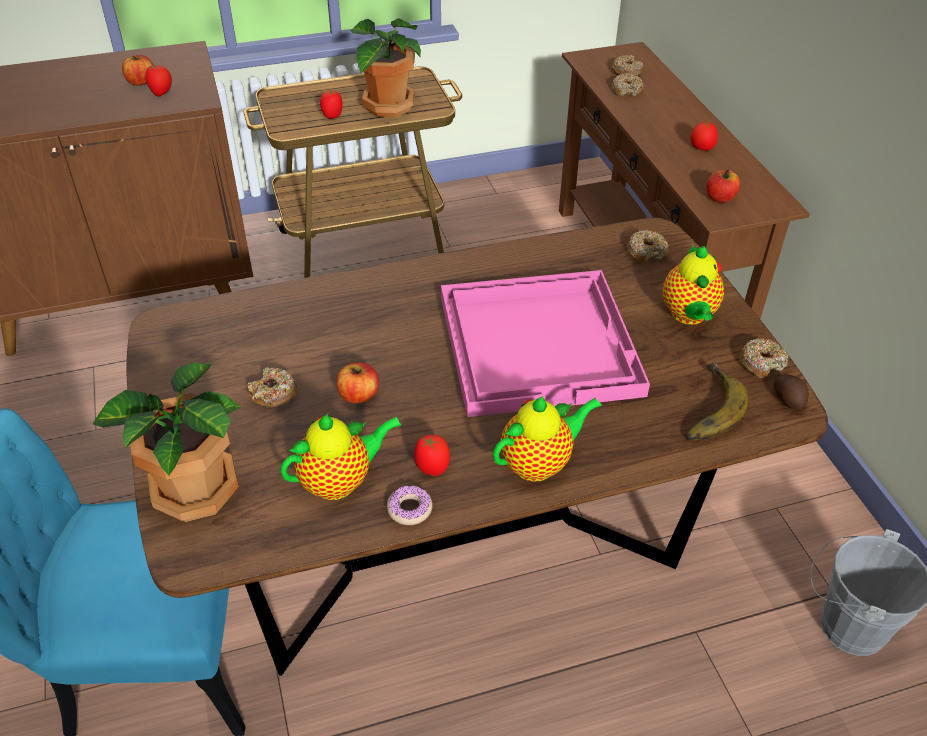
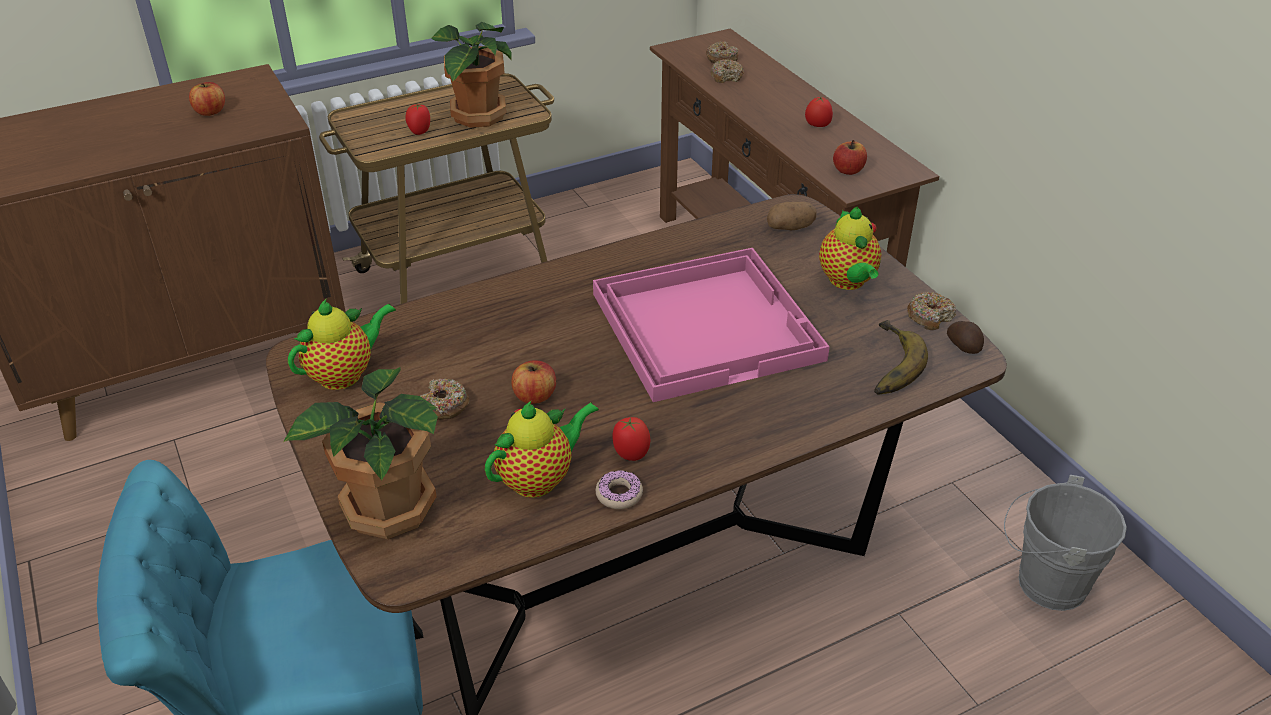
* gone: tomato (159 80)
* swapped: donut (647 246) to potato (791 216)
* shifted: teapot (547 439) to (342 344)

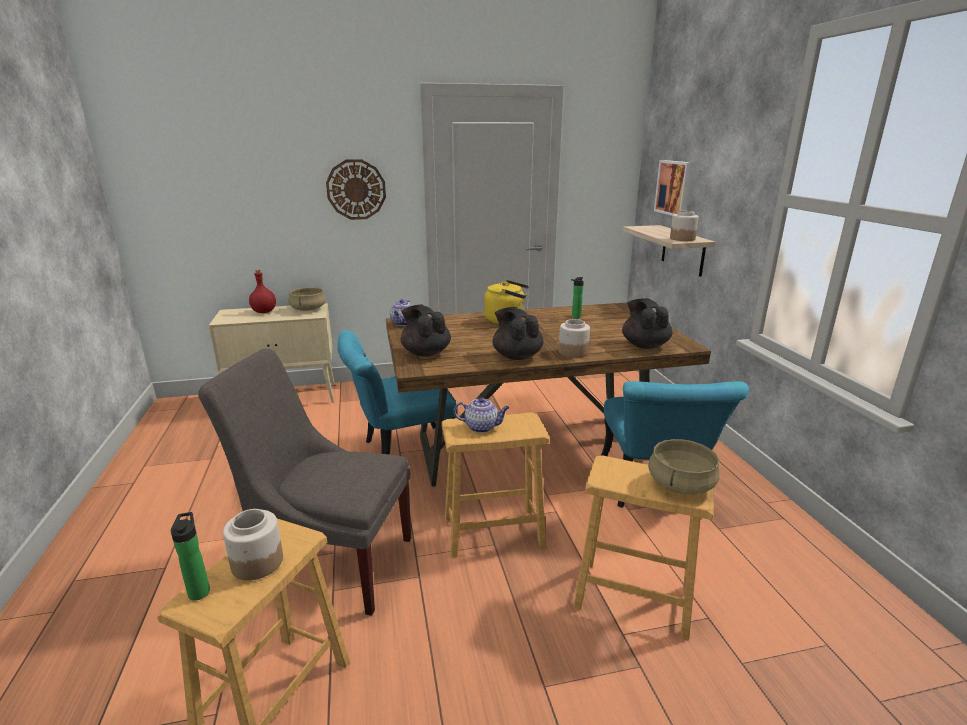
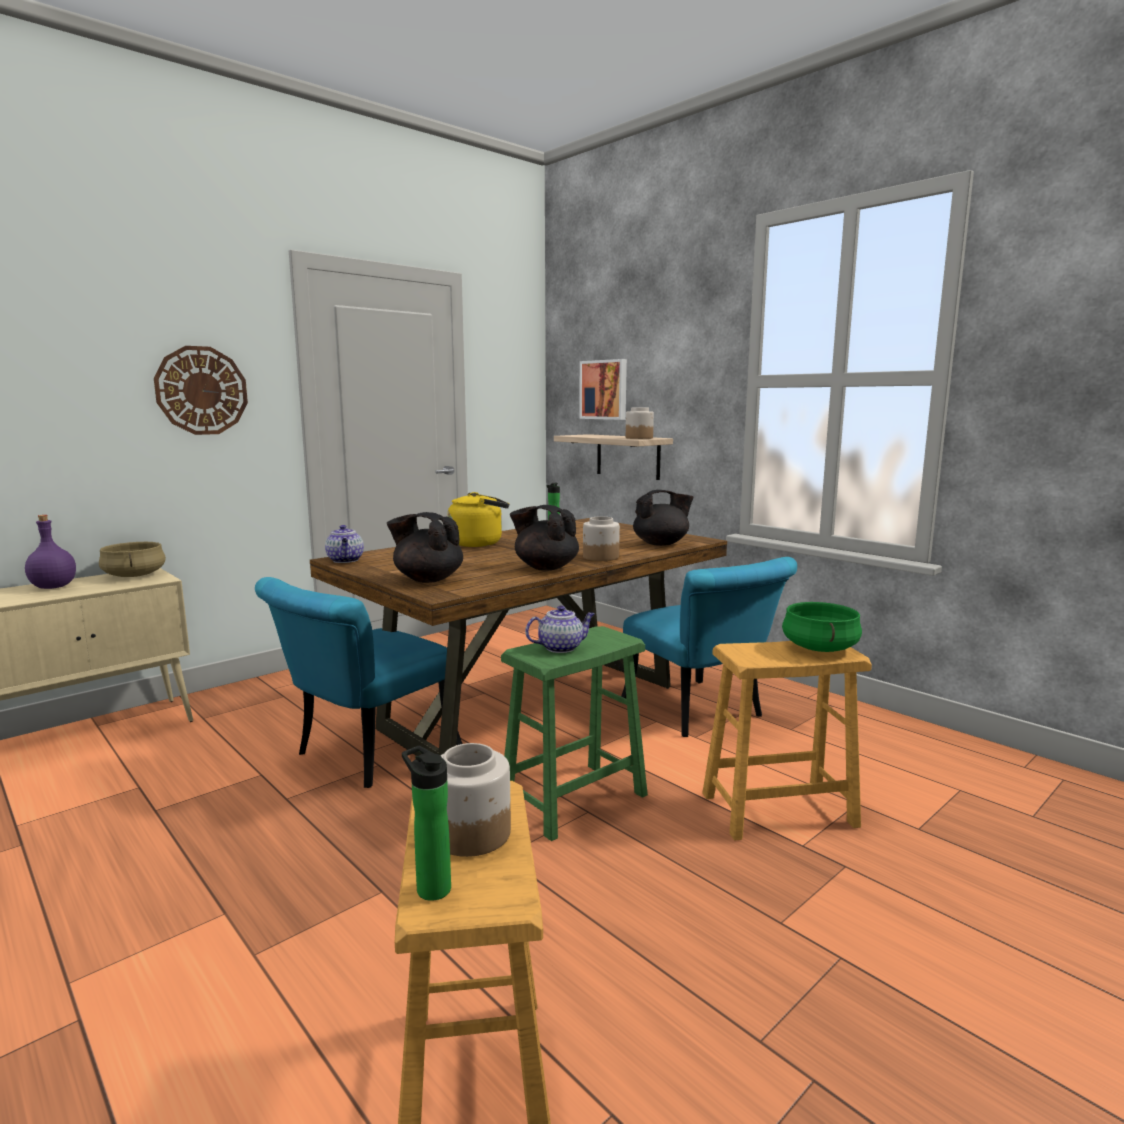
* repainted: red bottle (262 291) to purple bottle (50 552)
* rotated: black teapot (647 323) = (663 518) 120 degrees clockwise
* gone: grey chair (304 482)
* repainted: brown stool (495 484) to green stool (574 733)
* repainted: beige cooking pot (684 466) to green cooking pot (822 627)

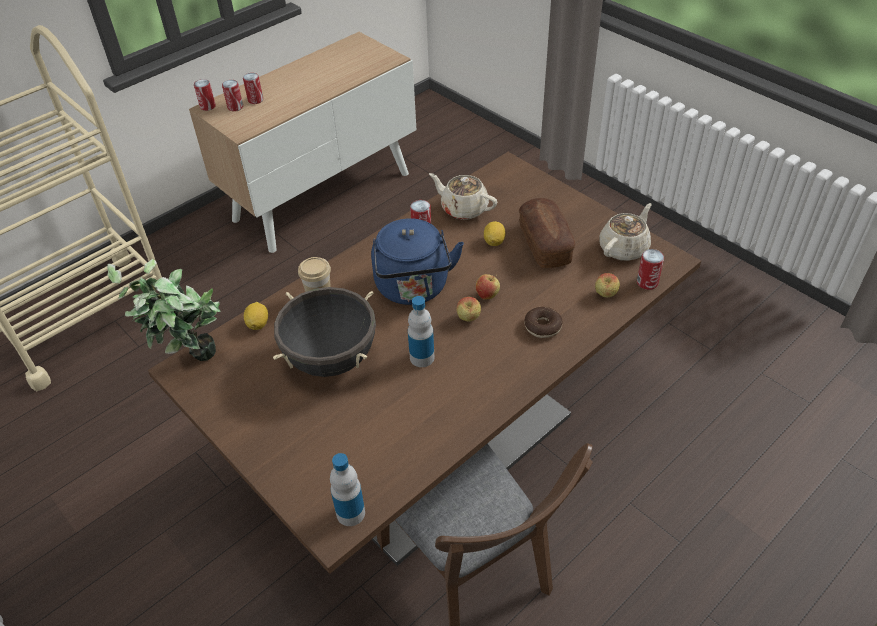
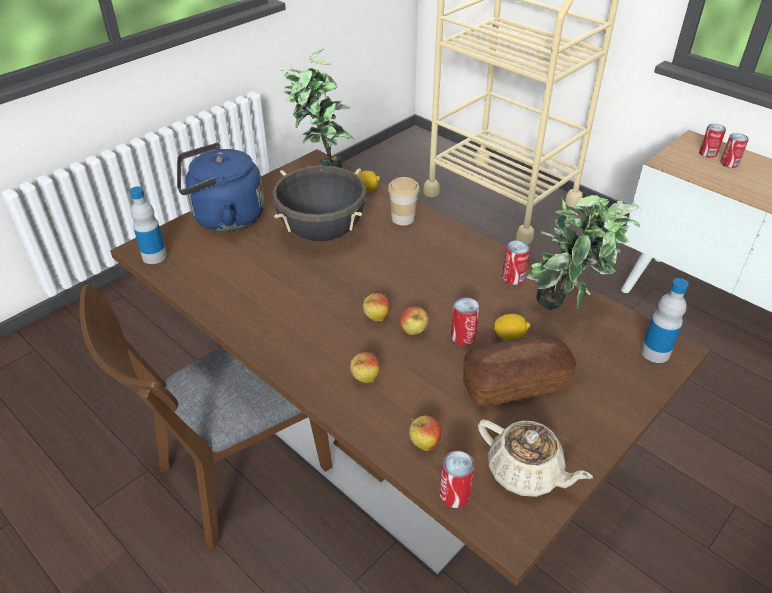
* shifted: can (205 95) to (465 321)
* swapped: beige teapot (463 196) to potted plant (583 252)
* shifted: blue kettle (417 261) to (220 187)
* shifted: bottle (421 331) to (665 320)
* swapped: donut (543 322) to apple (365 367)

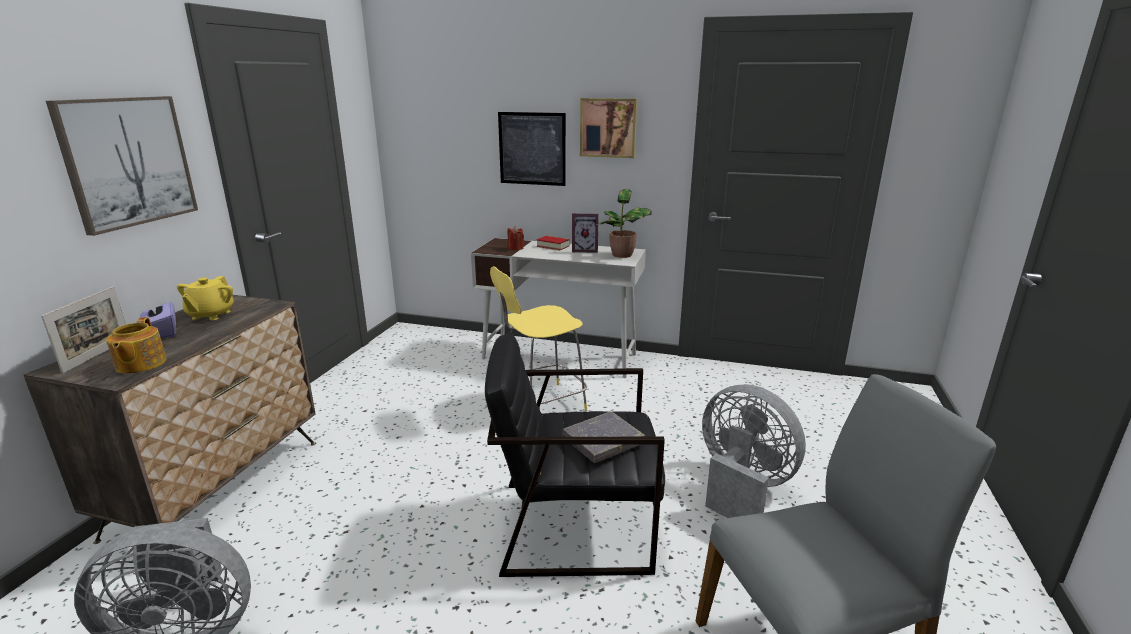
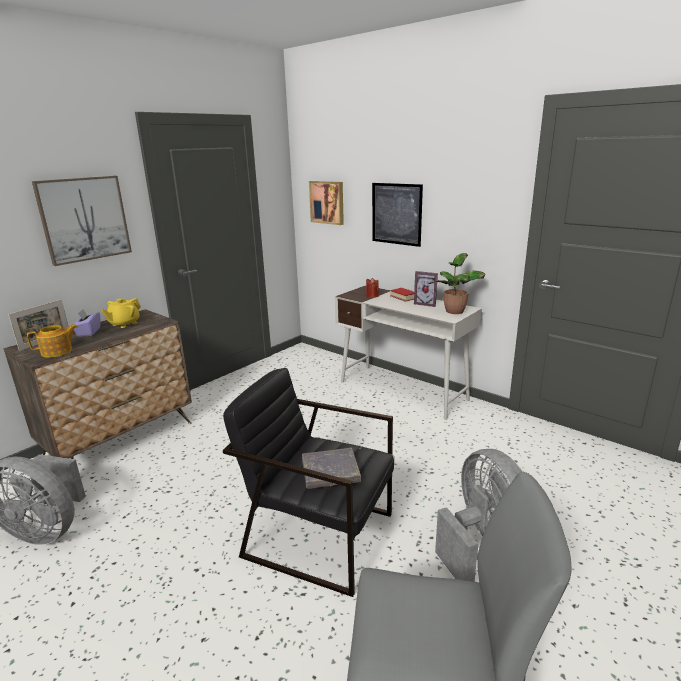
* shifted: picture (608 128) to (326 203)
* gone: yellow stool (538 338)
* rotated: teapot (136 345) = (52 341) 135 degrees counterclockwise

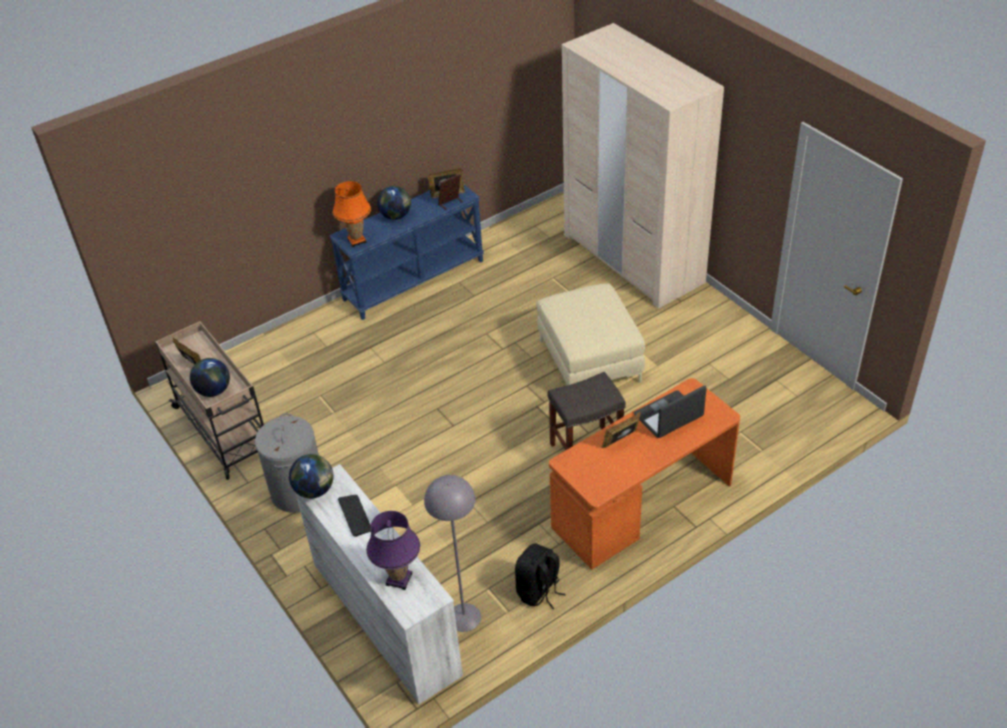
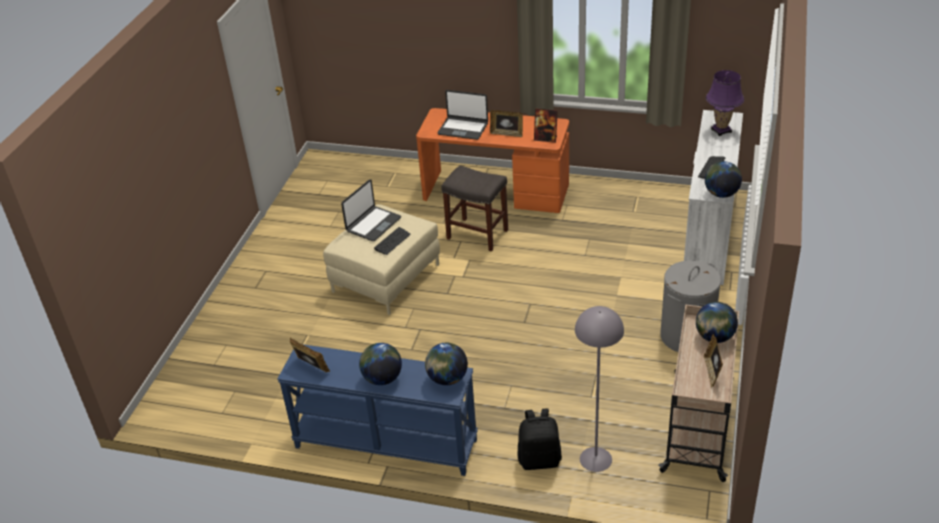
* gone: beige wardrobe (643 165)
* shifted: picture frame (450 192) to (546 125)
* swapped: orange table lamp (352 214) to globe (446 364)
* shifted: grey floor lamp (452 553) to (599 389)
* shifted: black backpack (540 576) to (540 439)
* new: laptop (371 210)
* new: keyboard (392 241)

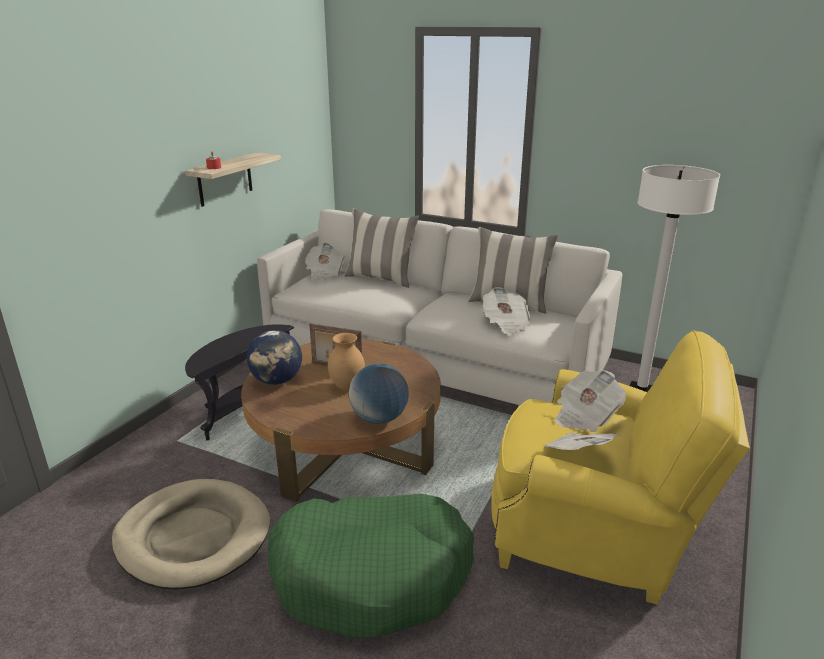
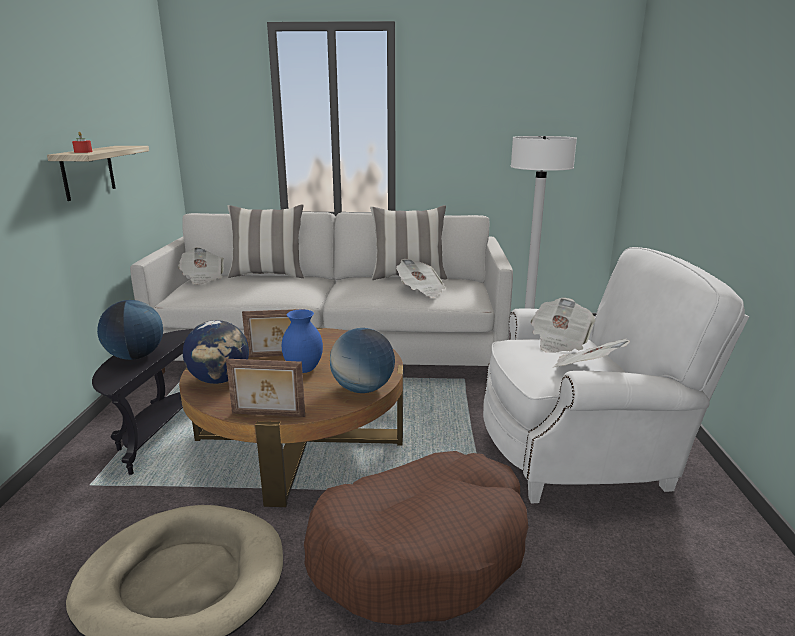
* repainted: yellow armchair (621 467) to white armchair (616 375)
* repainted: brown vase (346 361) to blue vase (302 341)
* repainted: green dog bed (371 566) to brown dog bed (416 538)
* new: globe (130 330)
* new: picture frame (265 388)

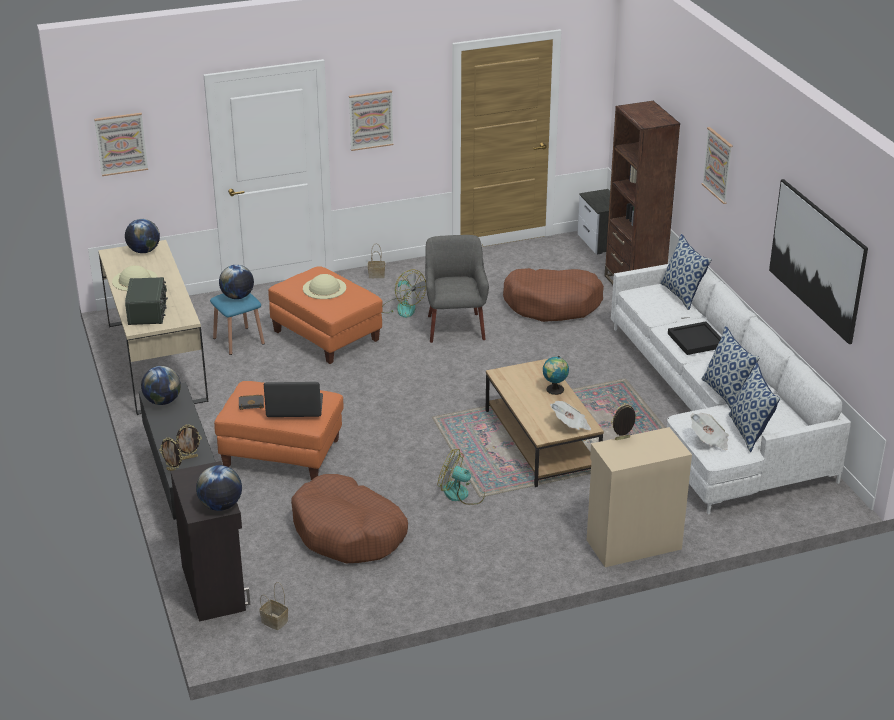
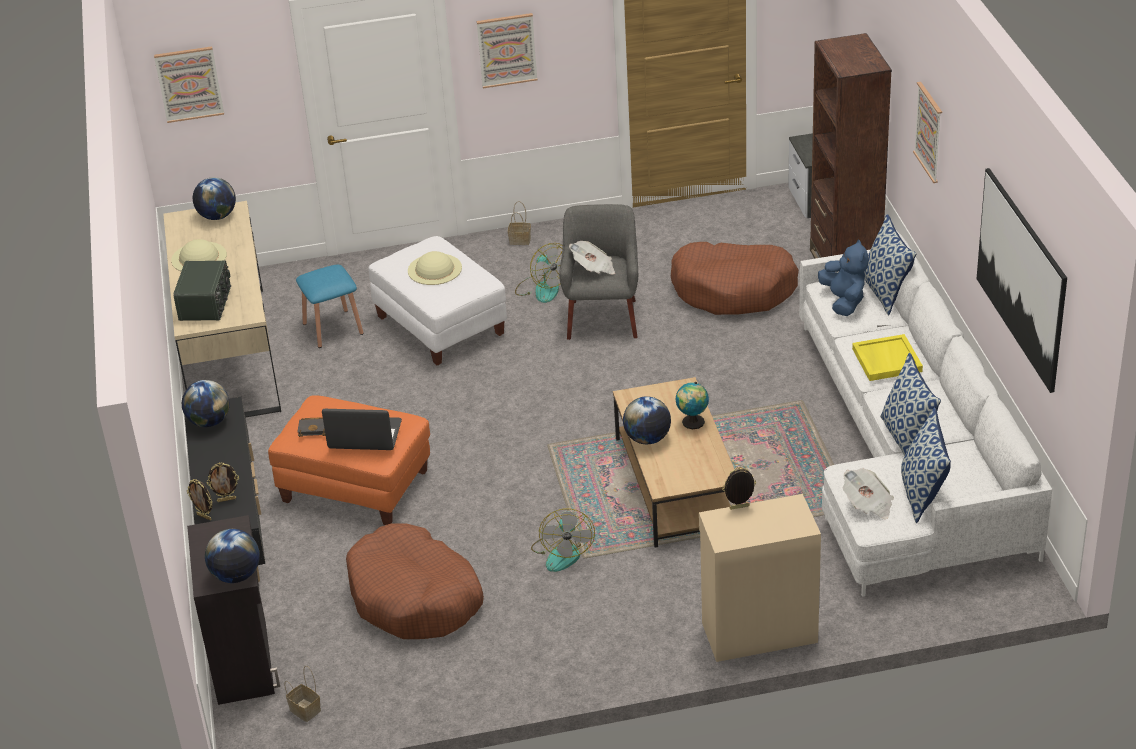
* shifted: globe (236 282) to (647 420)
* repainted: orange ottoman (325 315) to white ottoman (437 300)
* repainted: black tray (694 338) to yellow tray (887 357)
* shifted: newspaper (571 415) to (592 257)
* rotated: fan (461 477) = (563 540) 120 degrees counterclockwise
* new: blue plush toy (843 277)

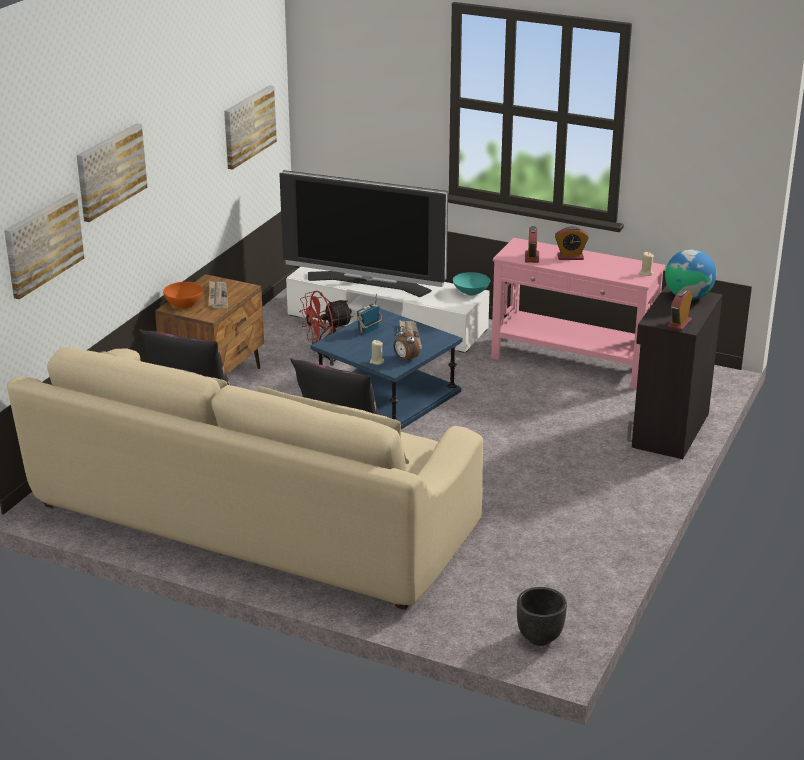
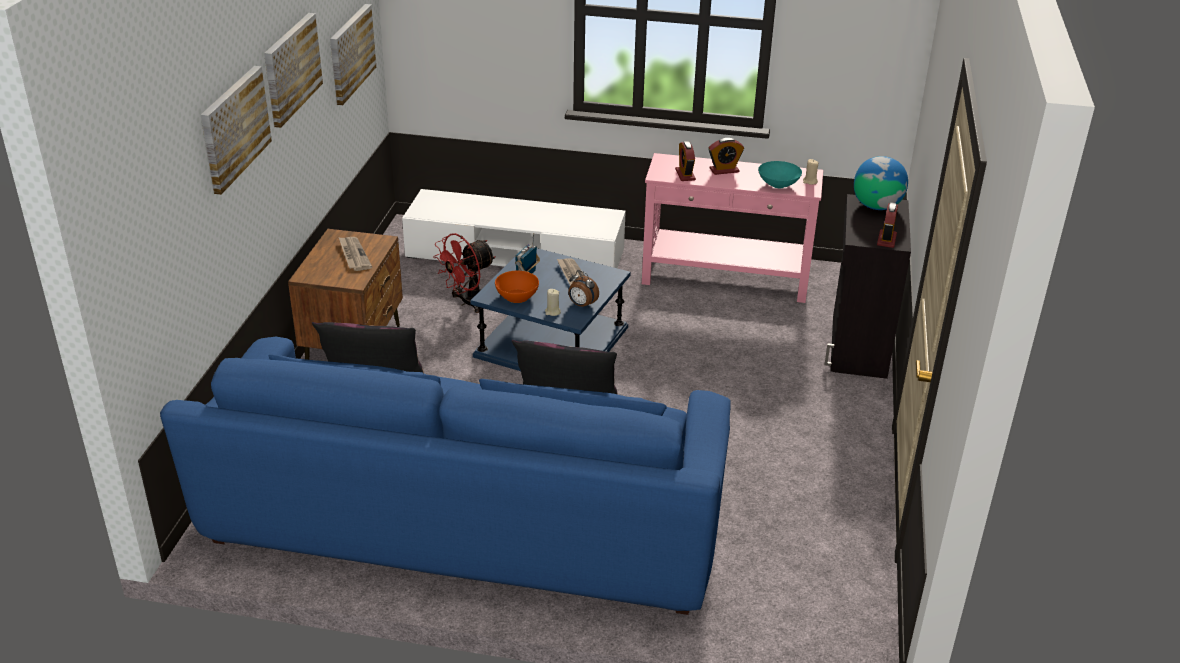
* gone: television (364 233)
* shifted: picture (44 245) to (293 70)
* shifted: turquoise bowl (471 283) to (780 174)
* shifted: orange bowl (183 295) to (517 287)
* repainted: beige sofa (245 478) to blue sofa (445 476)
* gone: black planter (542 616)

